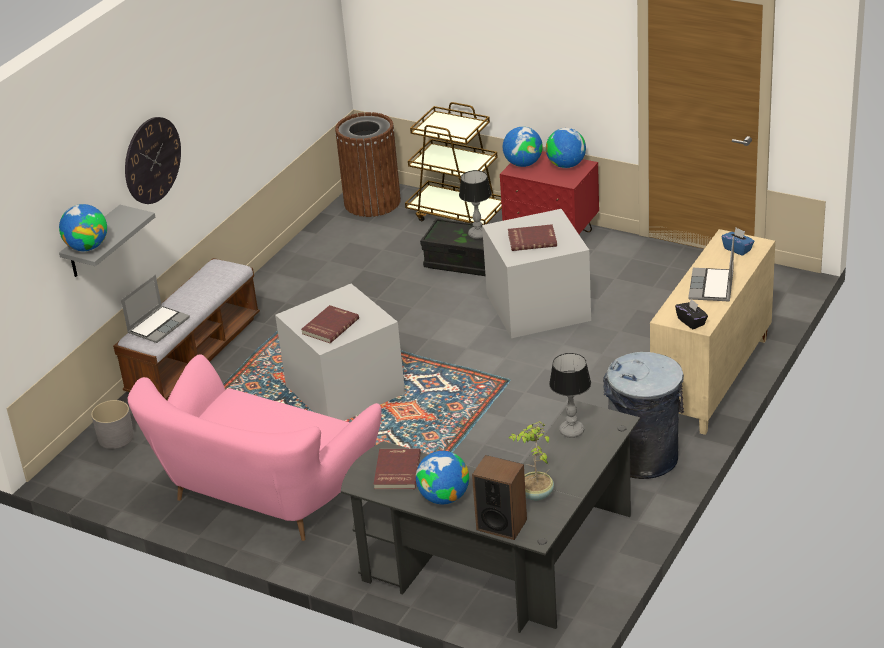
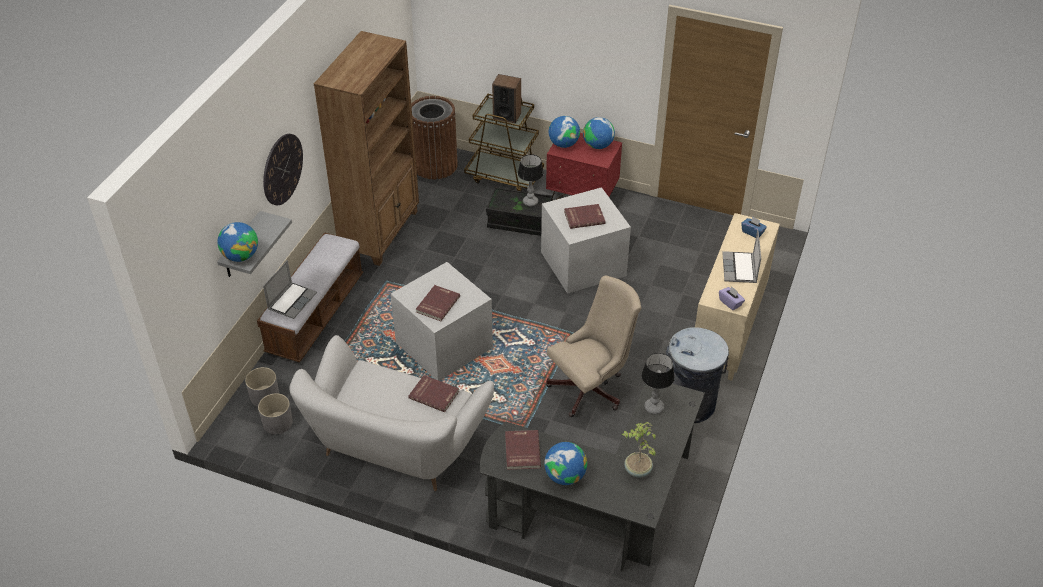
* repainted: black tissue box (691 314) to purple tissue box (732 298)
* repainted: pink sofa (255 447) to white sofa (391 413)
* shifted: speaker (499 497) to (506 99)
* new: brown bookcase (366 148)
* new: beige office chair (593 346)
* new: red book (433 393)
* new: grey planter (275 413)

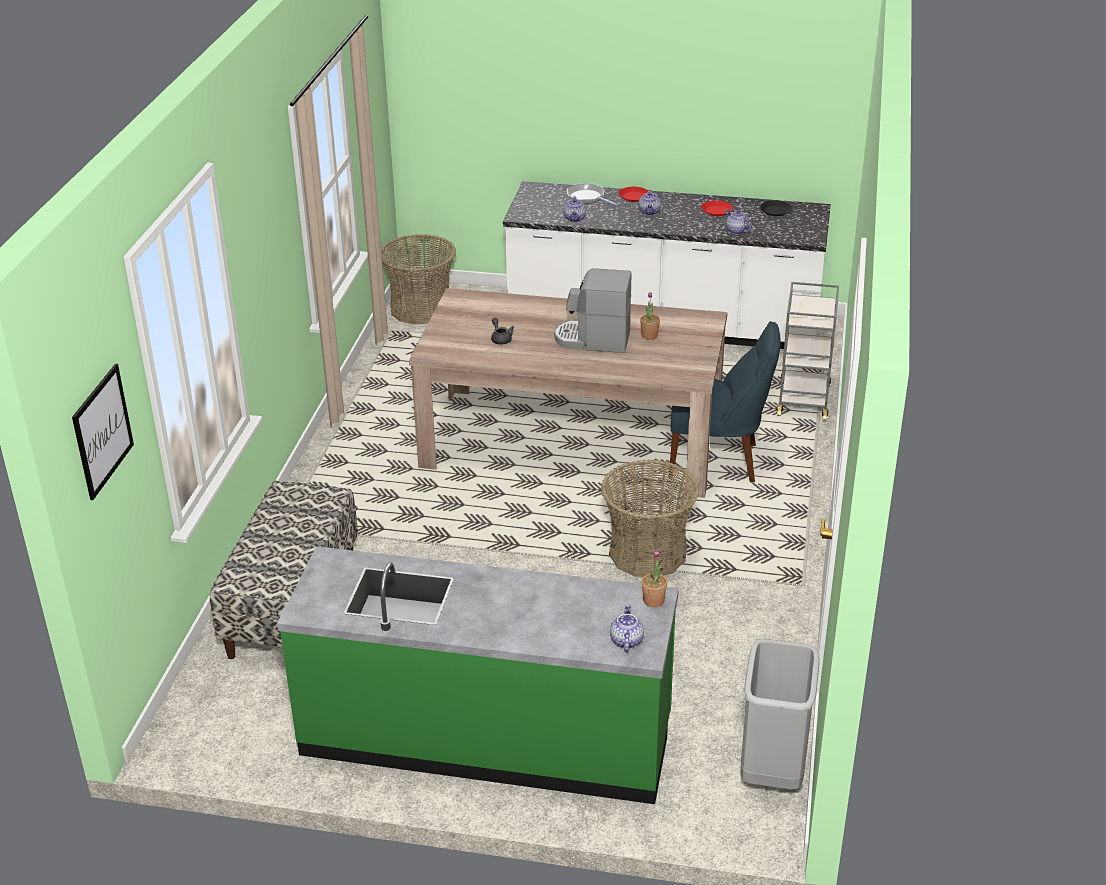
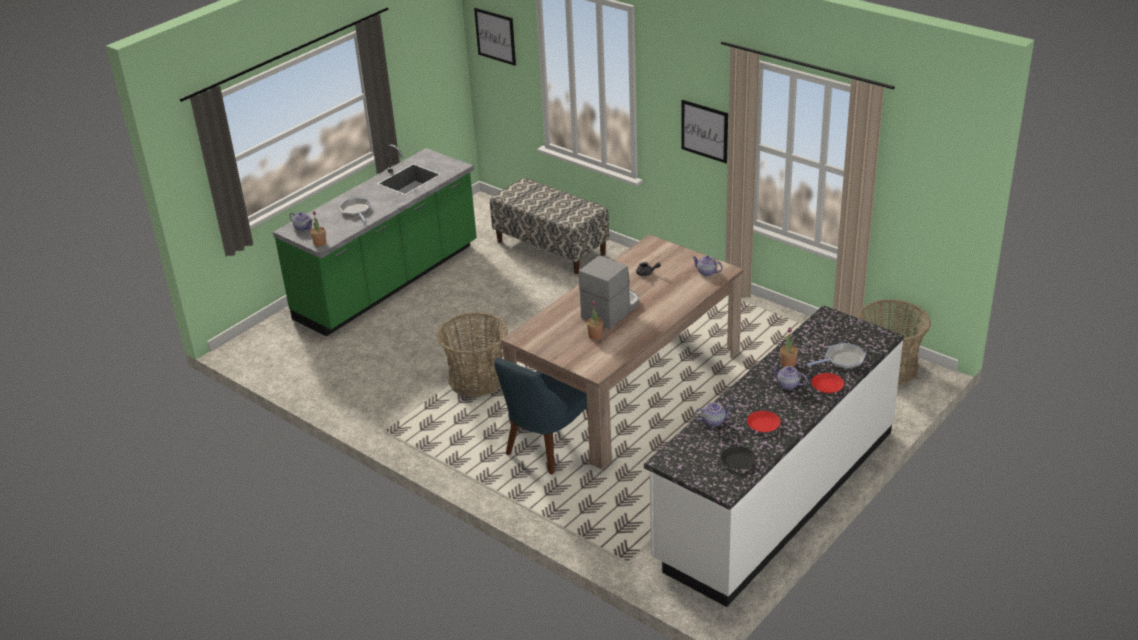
* shifted: teapot (574 209) to (707 265)
* gone: grey cart (808 351)
* gone: grey trash can (780 714)
* new: picture (704 131)
* new: frying pan (355 210)
* new: potted plant (789 347)

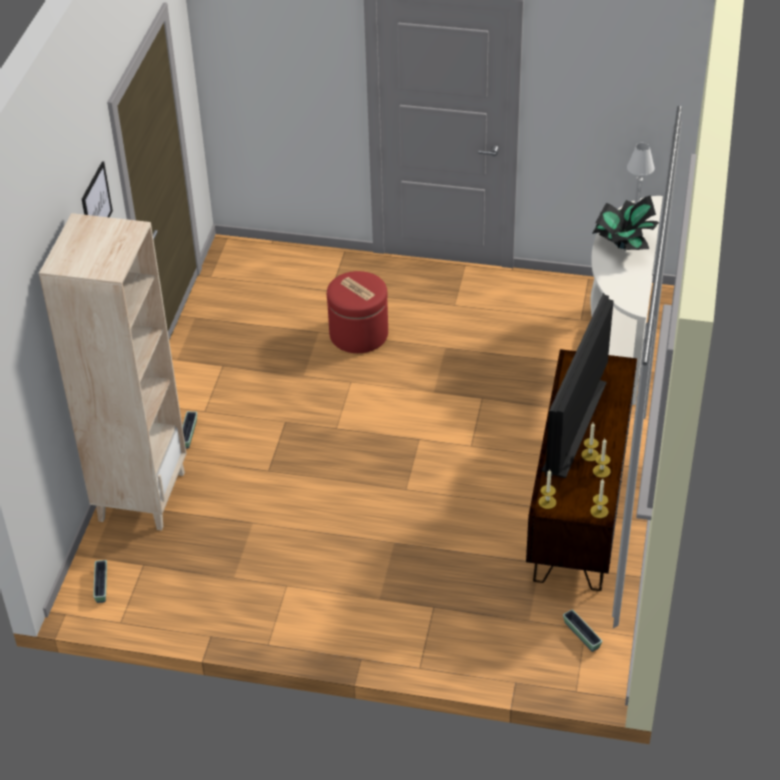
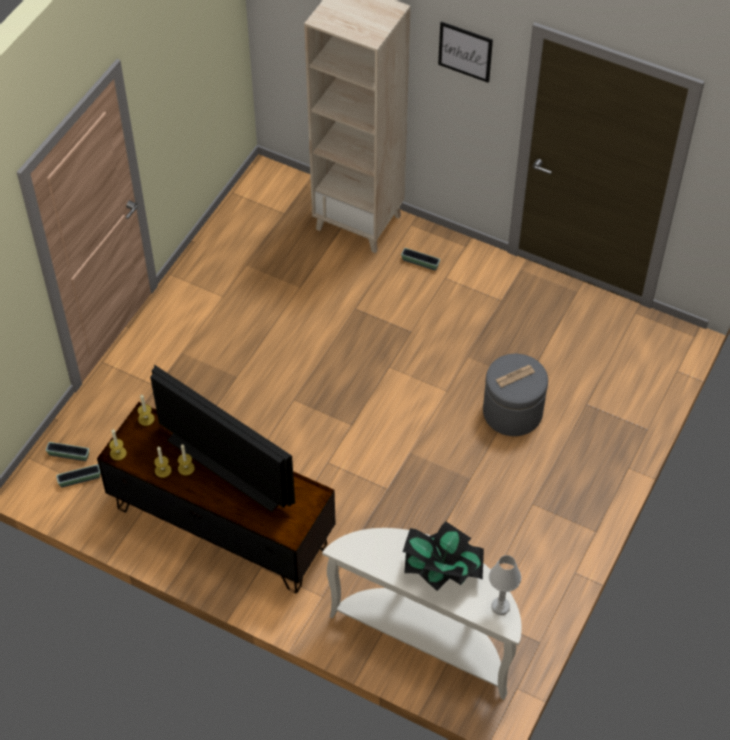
* repainted: red ottoman (357 312) to grey ottoman (515 395)
* shifted: planter (100 581) to (67 451)

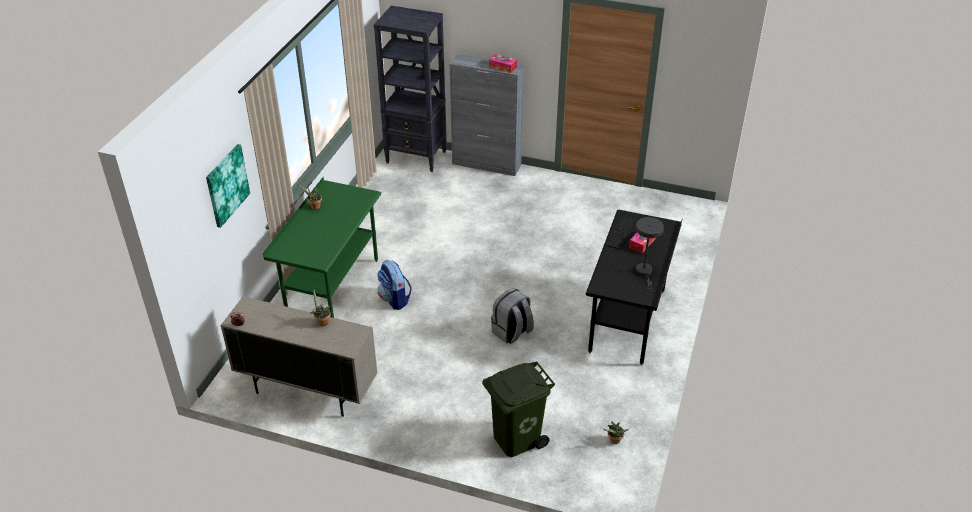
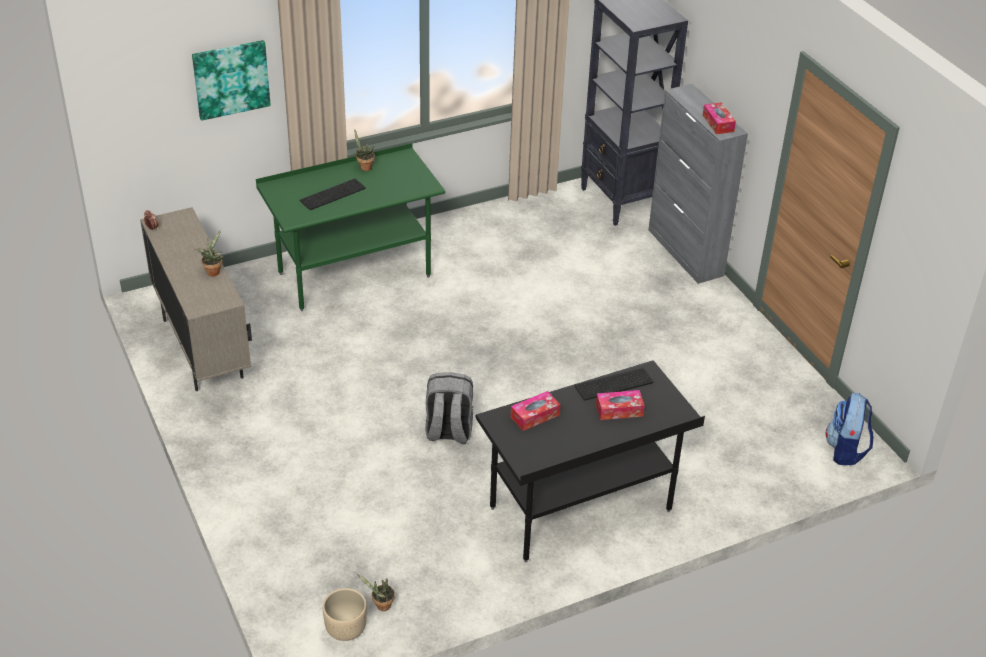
* gone: grey table lamp (650 253)
* shifted: backpack (394 285) to (849 429)
* gone: green trash can (518 409)
* new: keyboard (333 194)
* new: tissue box (535 411)
* new: beige planter (345 614)

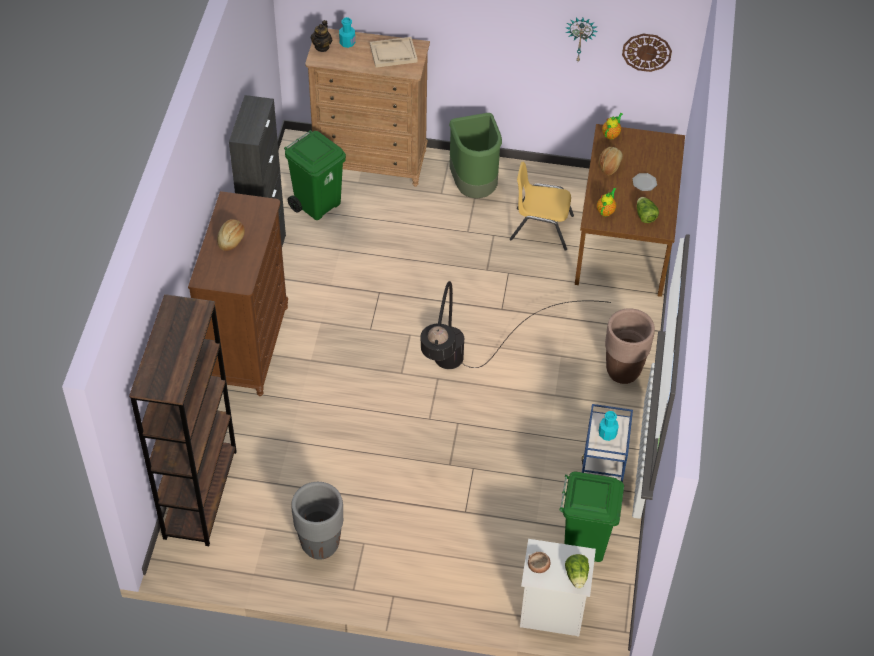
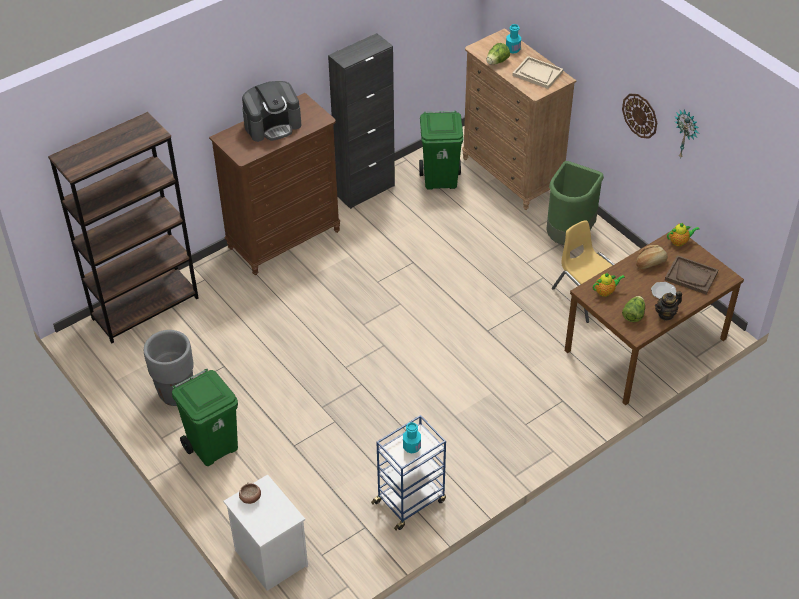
* shifted: teapot (321 36) to (668 306)
* shifted: wall clock (647 53) to (639 116)
* swapped: bread (231 235) to coffee machine (271 111)
* gone: black floor lamp (515 325)
* gone: brown planter (630 346)
* shifted: green trash can (592 517) to (205 417)
* shifted: lettuce (577 571) to (498 54)
* new: brown tray (691 275)

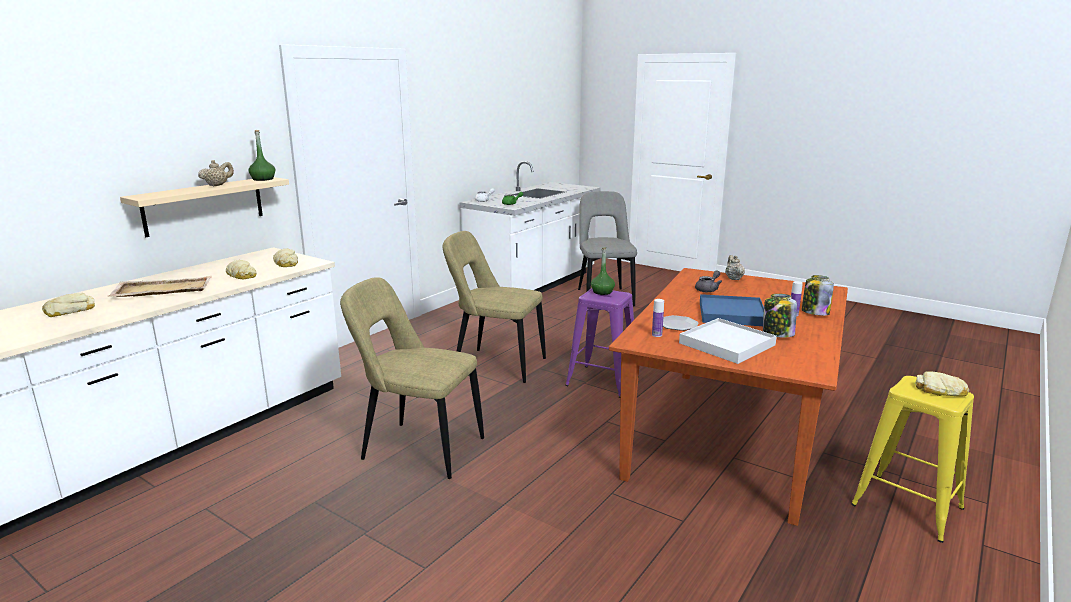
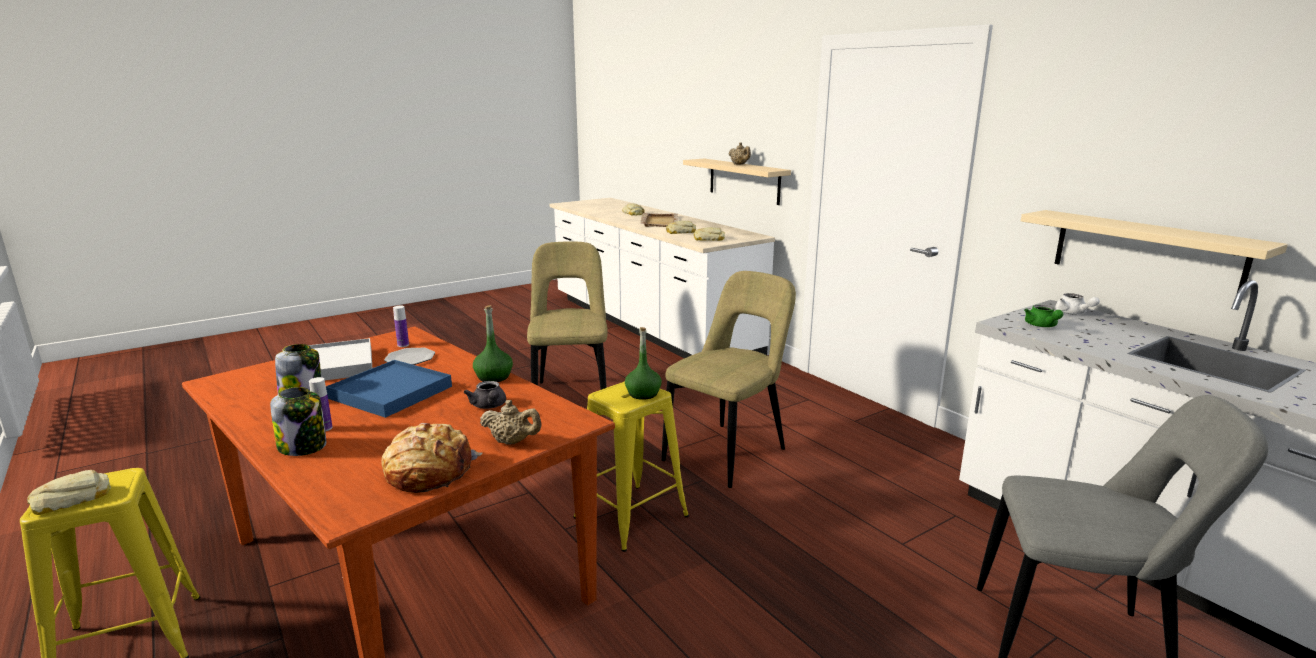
* shifted: green bottle (261 155) to (493 343)
* rotated: beige chair (412 378) = (567 315) 45 degrees counterclockwise
* repainted: purple stool (602 343) to yellow stool (631 466)
* new: beige shelf (1154 251)
* new: bread (431 458)

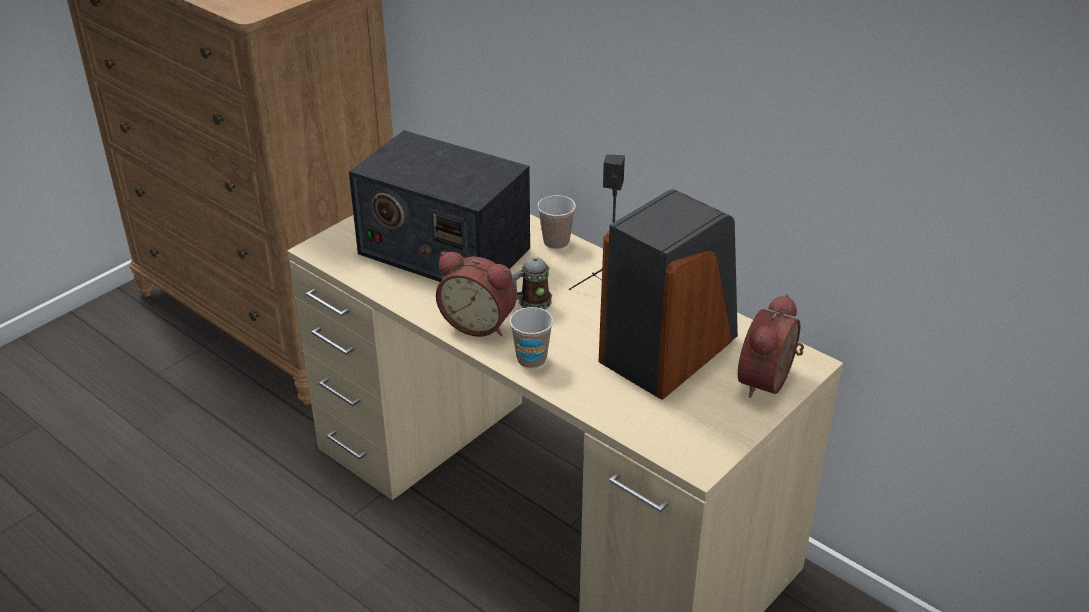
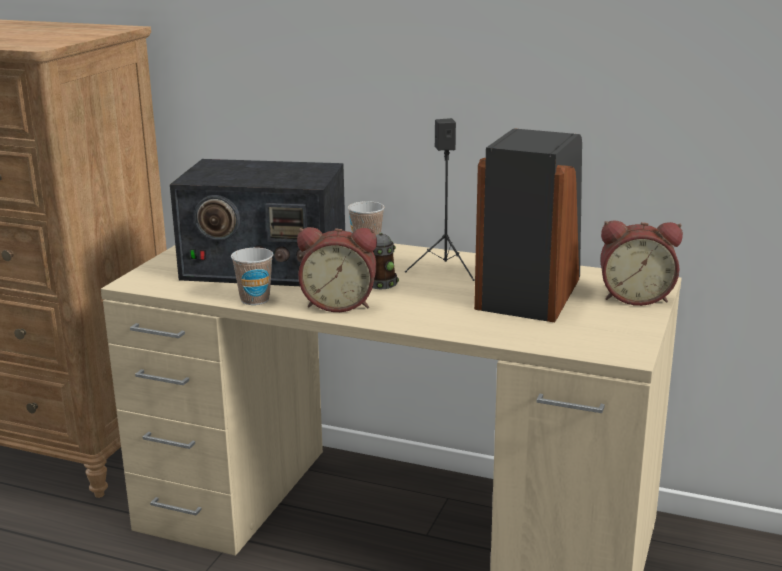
* rotated: alarm clock (771 346) = (641 263) 90 degrees counterclockwise
* shifted: cup (531 337) to (252 276)

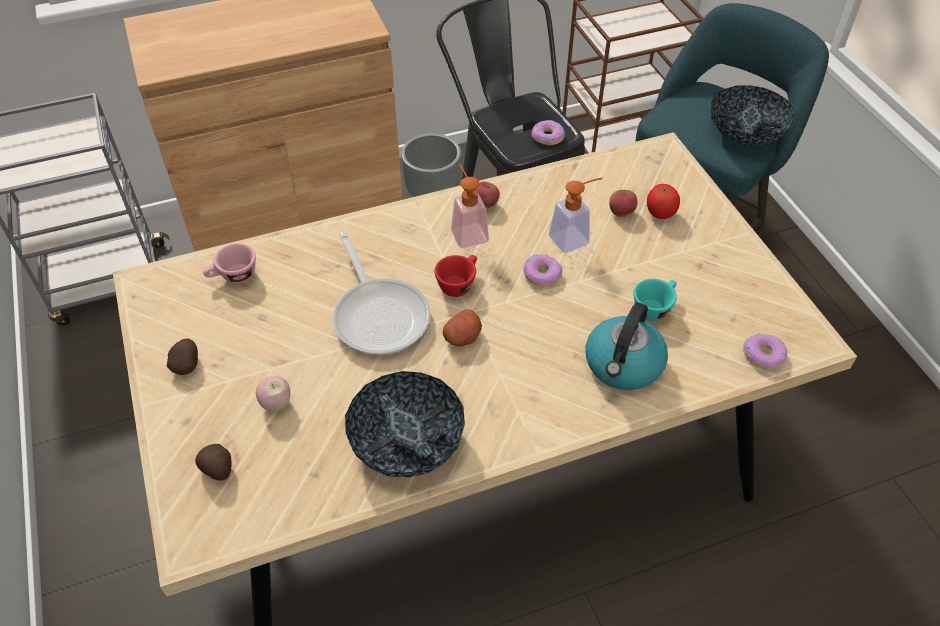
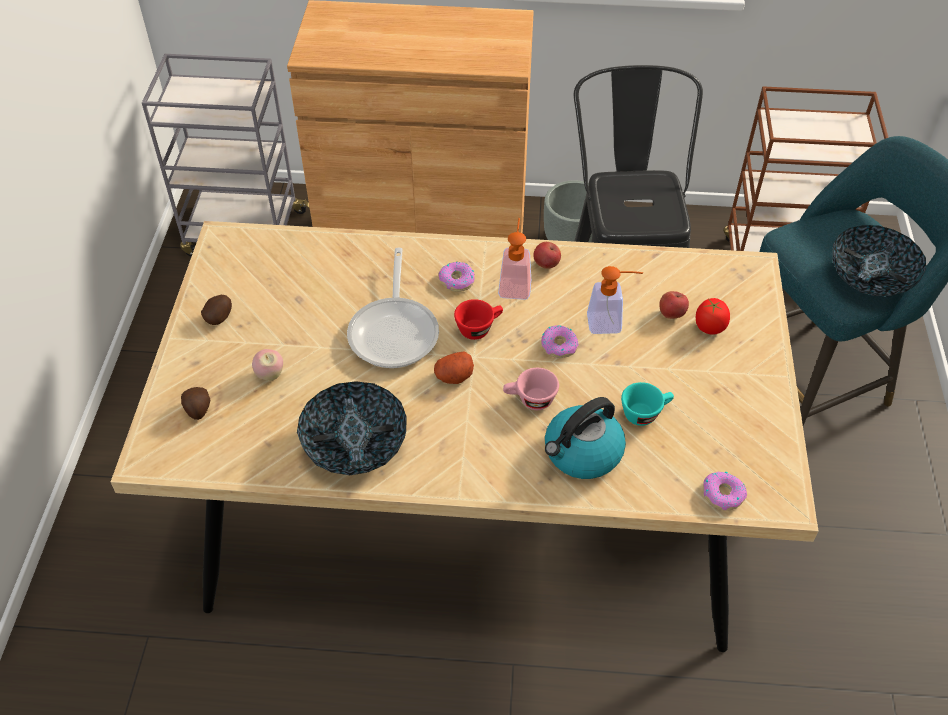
* shifted: donut (548 132) to (456 277)
* shifted: pink cup (229 263) to (531 389)

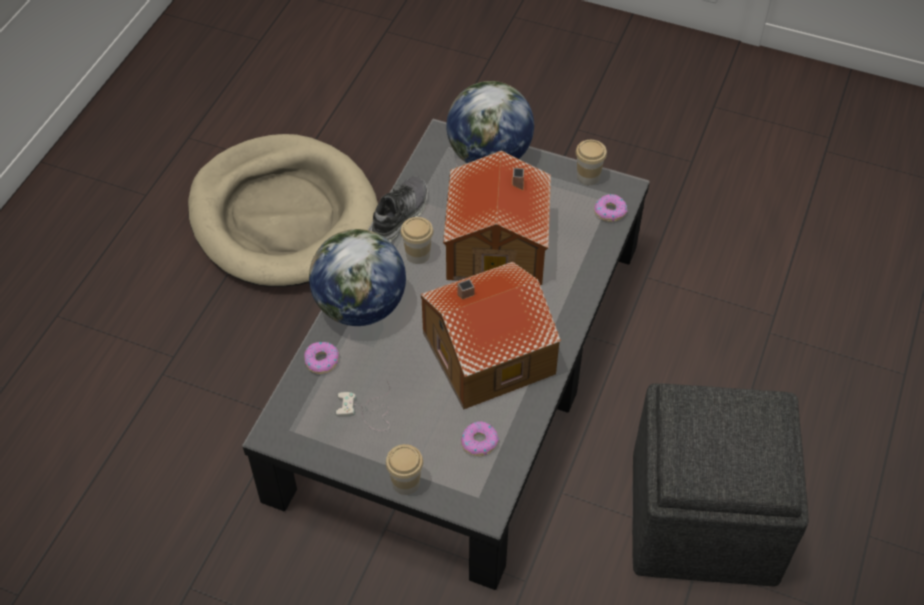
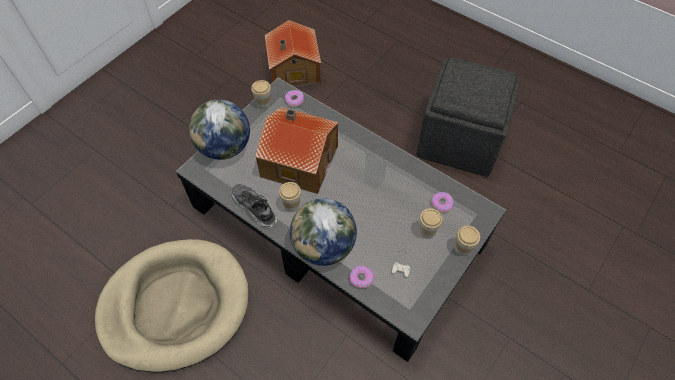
* shifted: toy house (490 335) to (293 53)
* new: cup (431 223)

